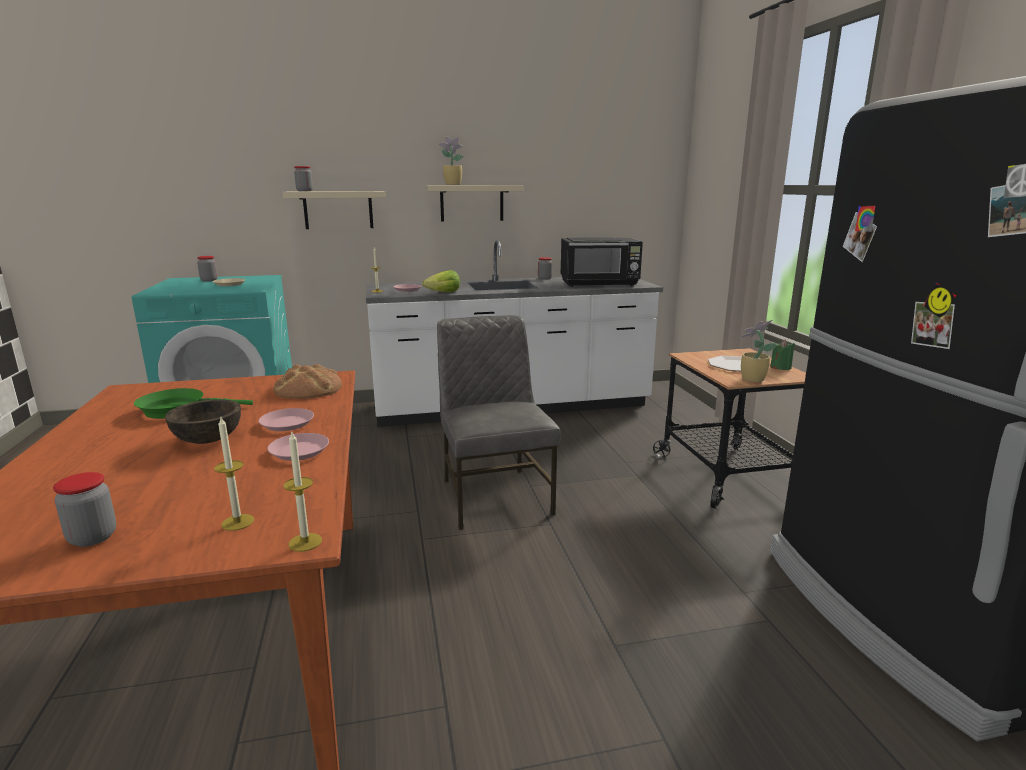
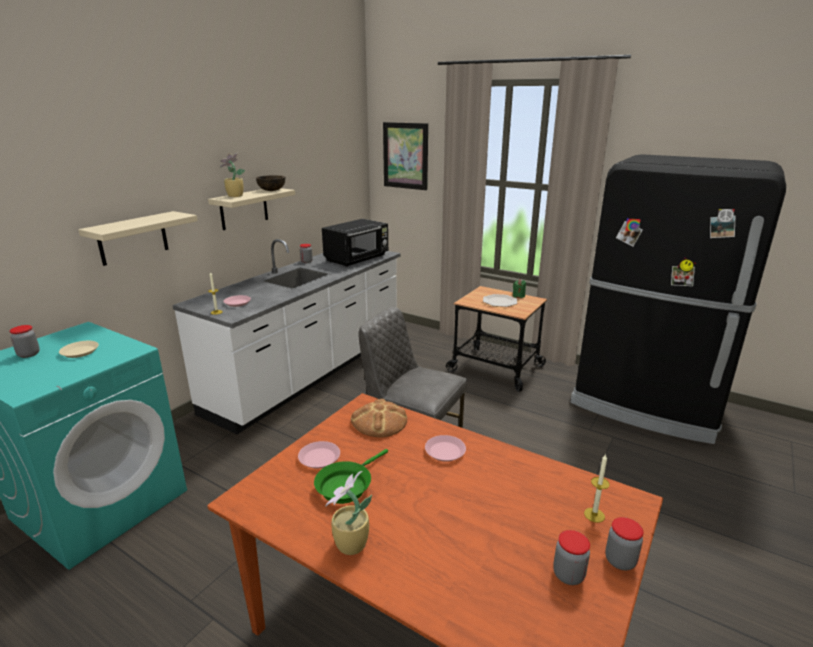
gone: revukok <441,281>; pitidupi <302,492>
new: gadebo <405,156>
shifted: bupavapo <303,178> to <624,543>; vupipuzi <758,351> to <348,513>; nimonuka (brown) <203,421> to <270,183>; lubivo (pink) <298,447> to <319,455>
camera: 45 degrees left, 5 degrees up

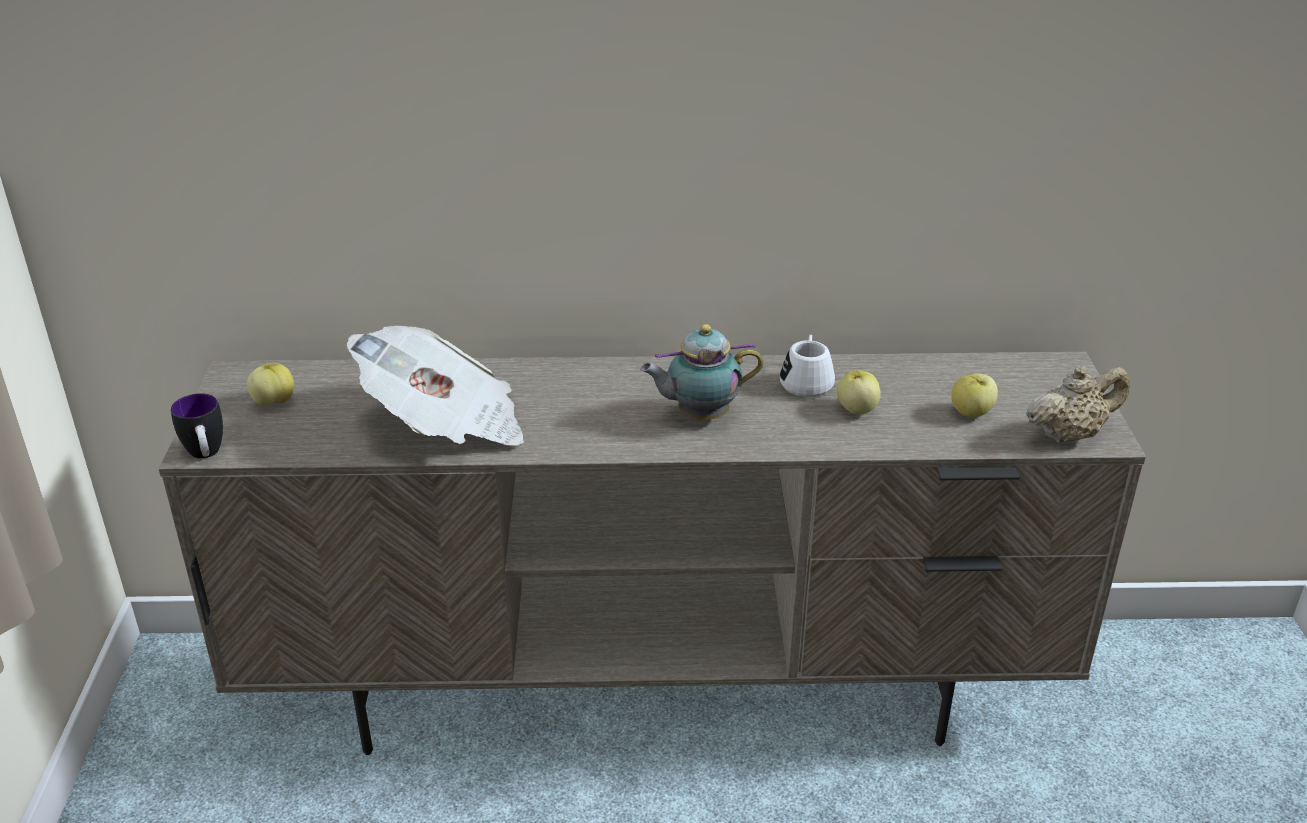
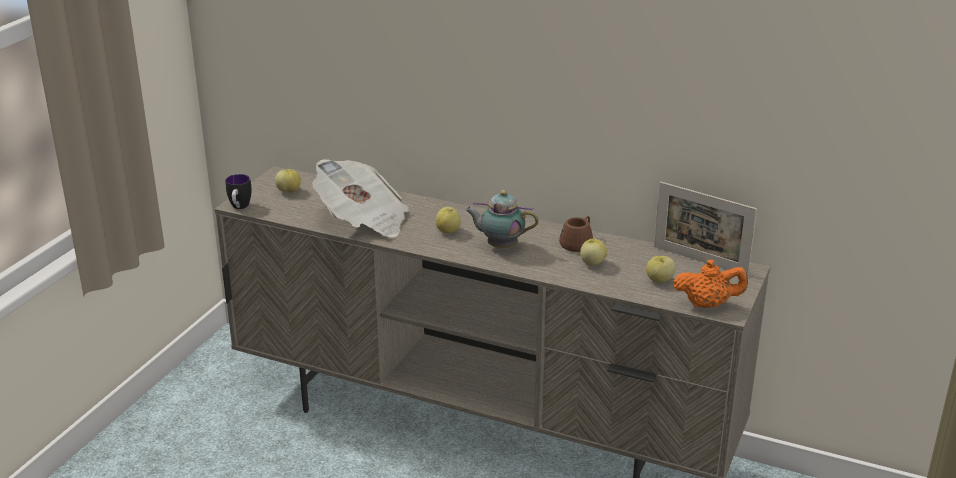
new: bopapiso <705,228>; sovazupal <448,220>
repainted: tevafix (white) <807,366> to tevafix (brown) <576,234>; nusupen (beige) <1077,404> to nusupen (orange) <710,284>
camera: 25 degrees right, 5 degrees down

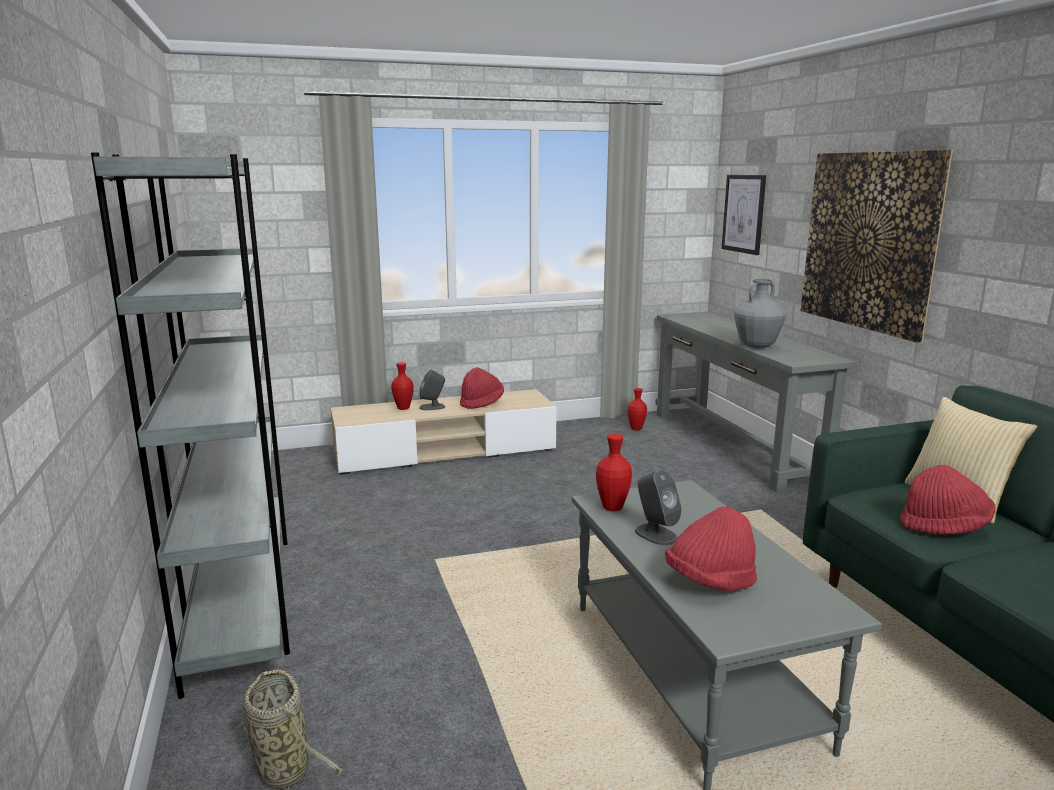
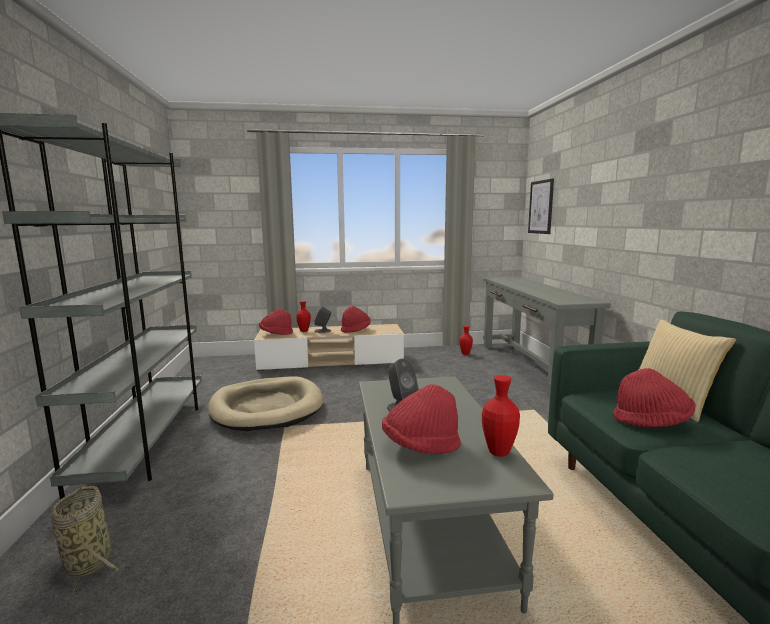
gone: gadebo <877,246>; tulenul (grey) <760,313>
new: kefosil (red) <276,322>; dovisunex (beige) <265,403>
shifted: tulenul (red) <614,472> to <501,416>
camera: 10 degrees right, 5 degrees down

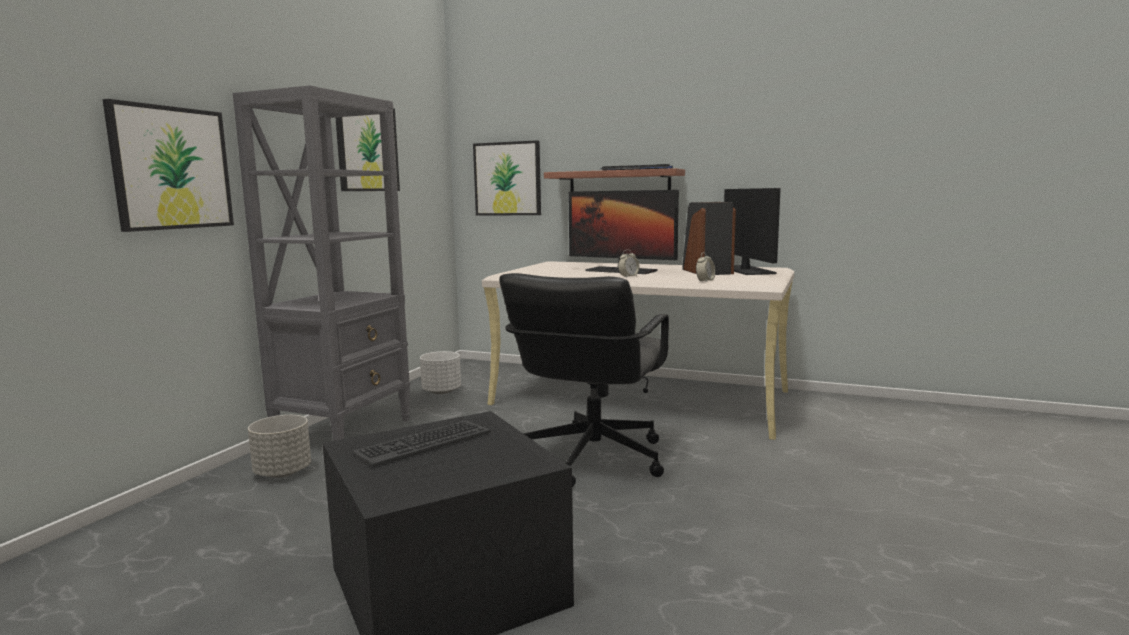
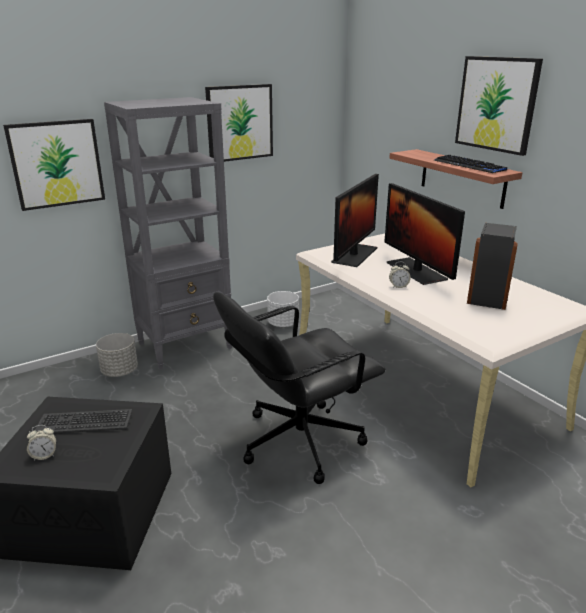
shifted: gadebo <507,177> to <499,106>; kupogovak <752,231> to <355,220>; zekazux <705,267> to <41,443>
camera: 35 degrees right, 15 degrees up

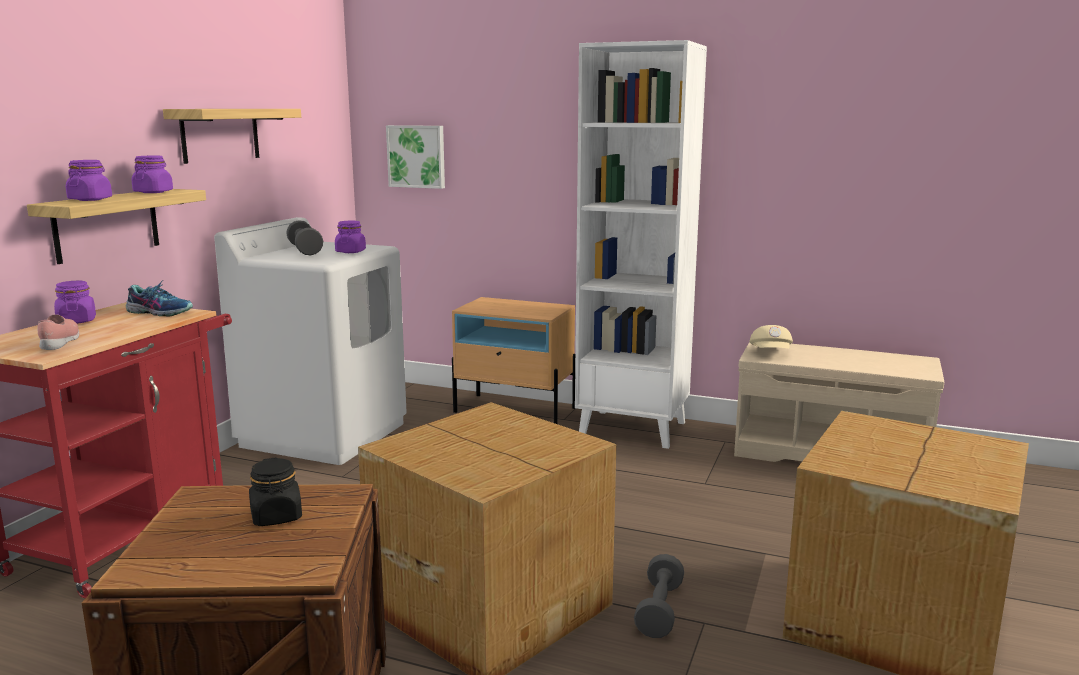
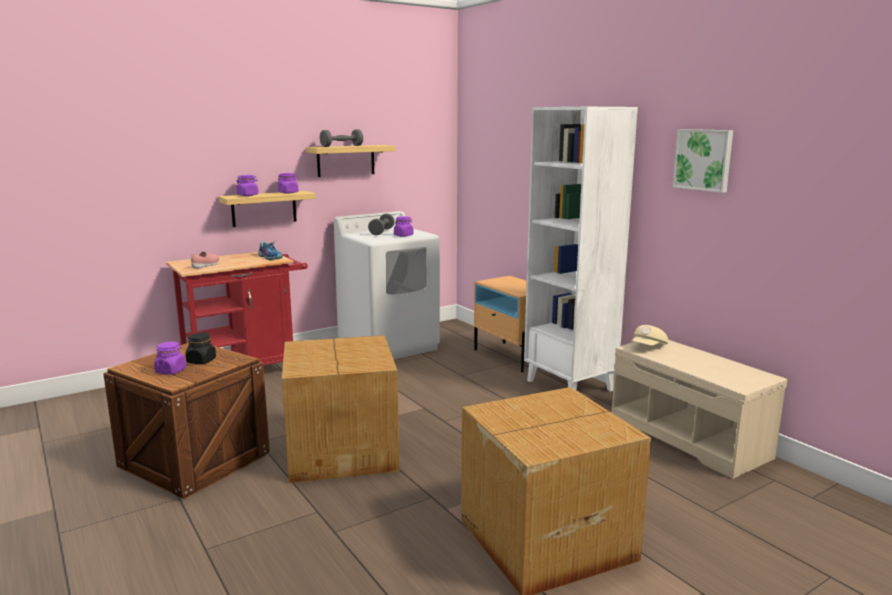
shifted: gadebo <415,157> to <702,161>; bupavapo (purple) <75,302> to <170,357>; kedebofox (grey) <659,596> to <341,138>
camera: 35 degrees right, 0 degrees up

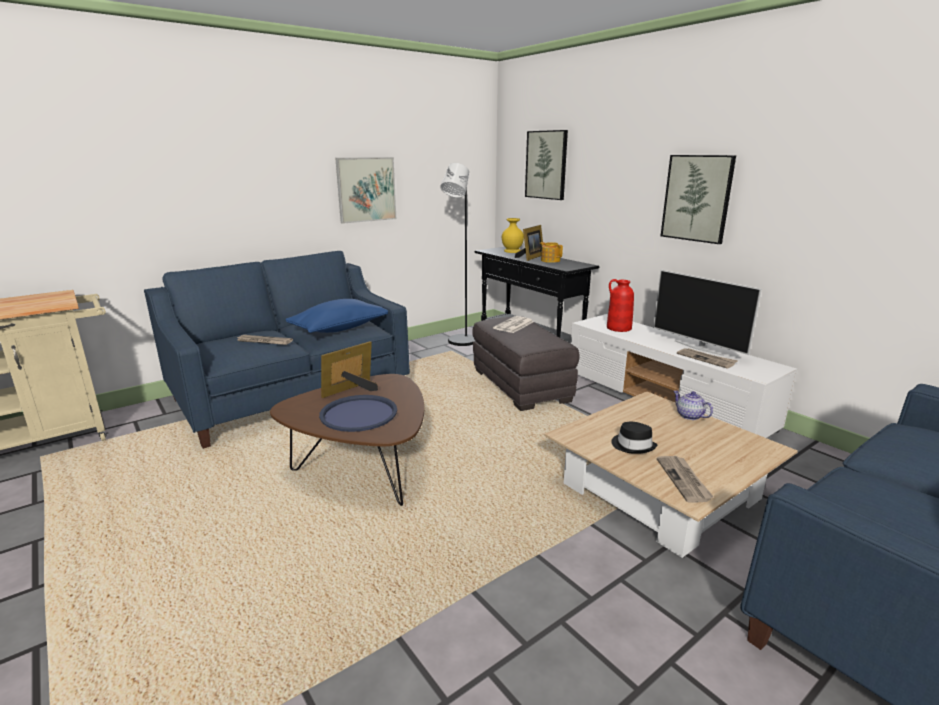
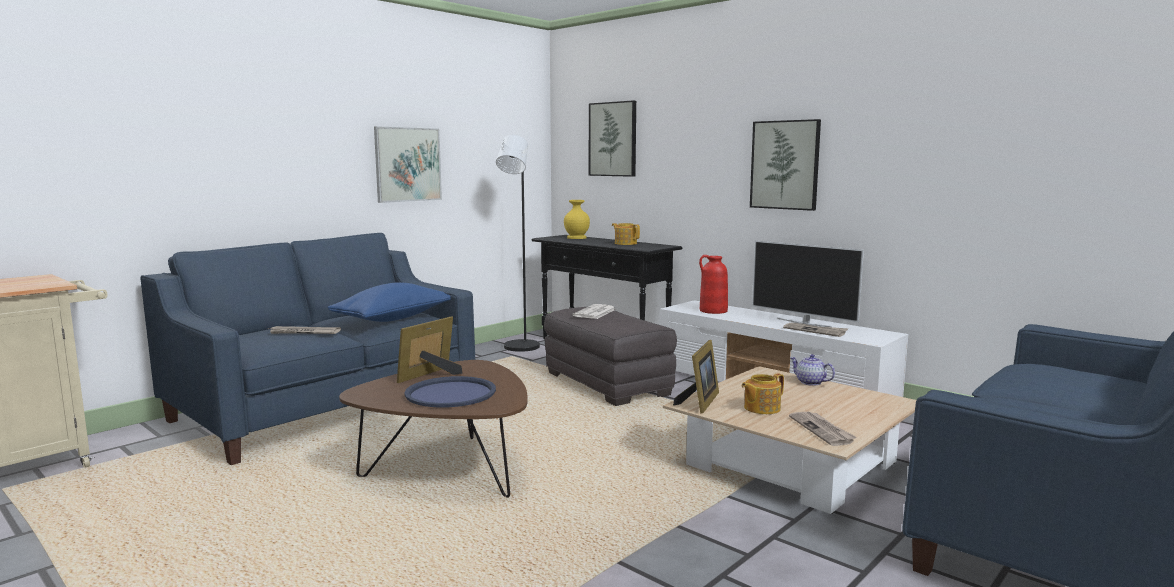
shifted: bopapiso <529,243> to <696,376>
swapped: kefosil (black) <634,438> to nusupen <763,393>
camera: 10 degrees left, 10 degrees down

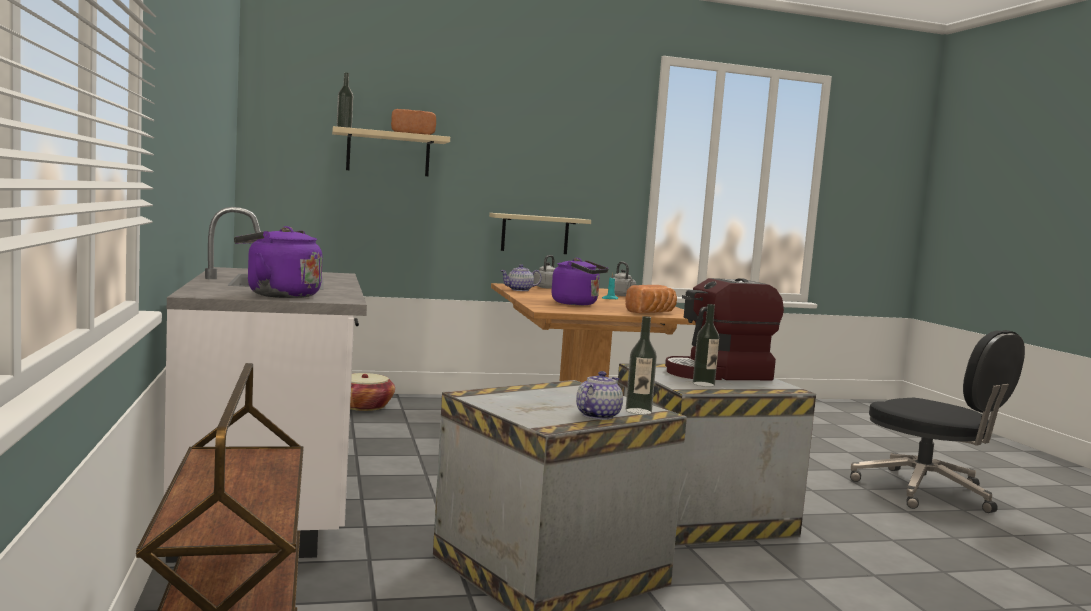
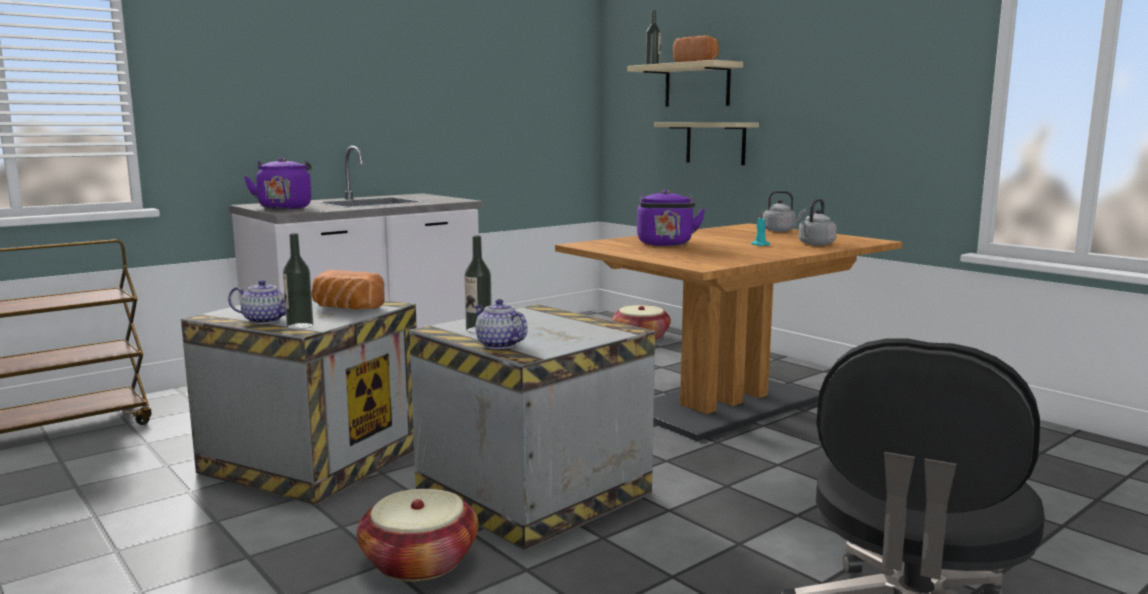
gone: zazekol <724,329>
new: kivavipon <417,535>
shifted: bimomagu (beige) <540,233> to <706,144>; nusupen <521,277> to <501,324>; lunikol <651,299> to <348,290>
camera: 65 degrees right, 5 degrees up

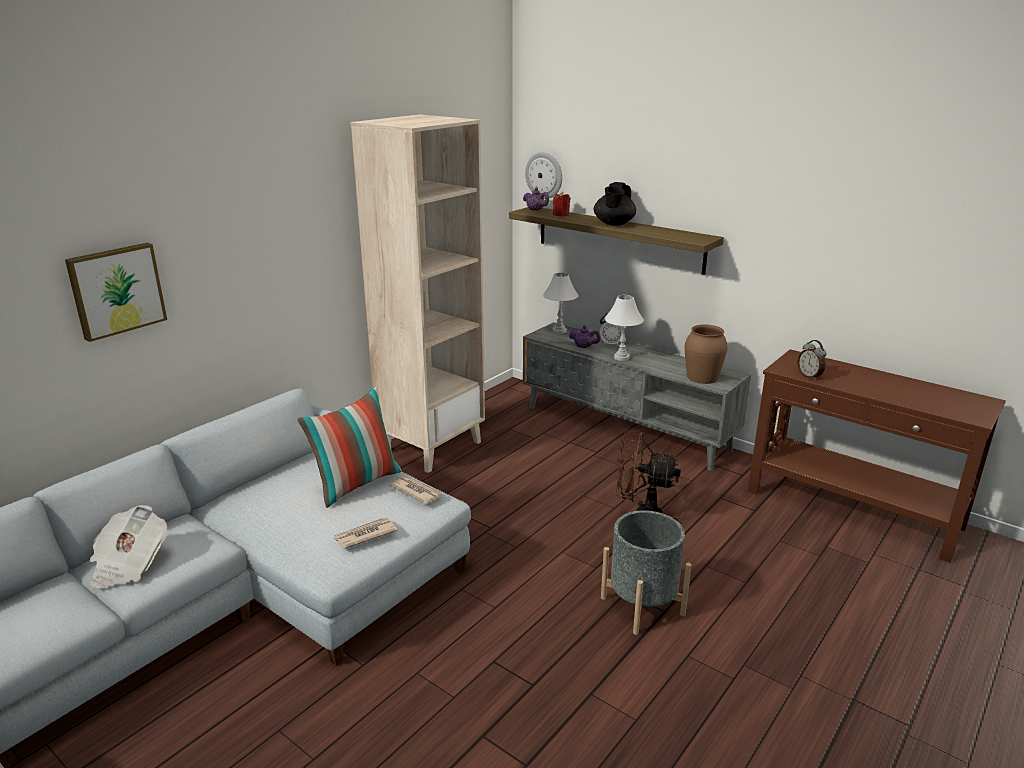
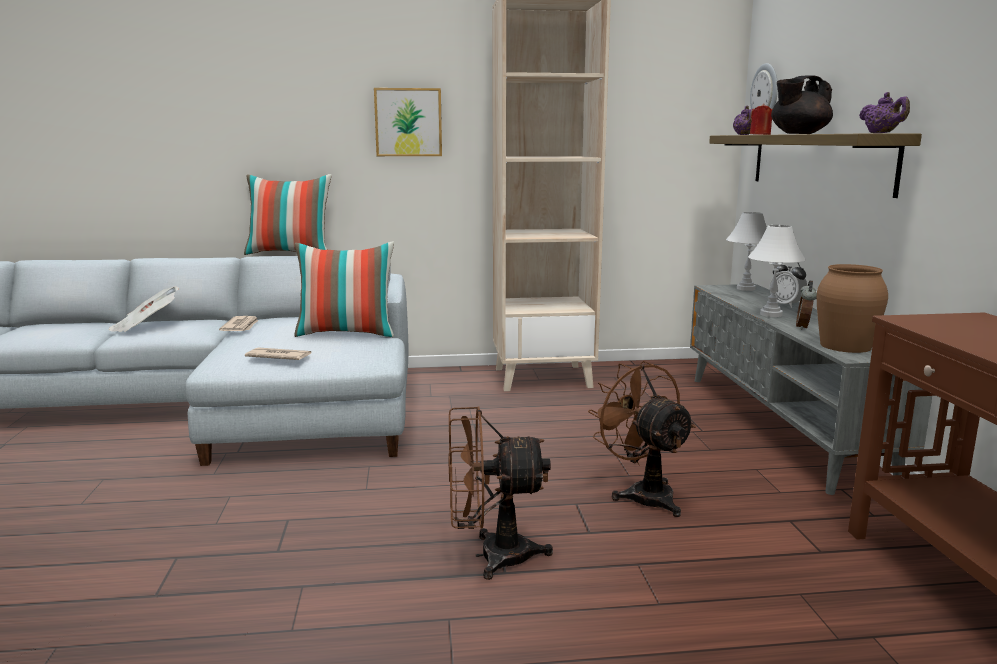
new: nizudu <288,214>
shifted: gadebo <116,292> to <408,122>; nusupen (purple) <585,336> to <884,112>; zekazux <812,360> to <806,305>; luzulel <417,490> to <239,323>
swapped: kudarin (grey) <646,572> to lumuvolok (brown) <501,493>
camera: 45 degrees right, 10 degrees down

